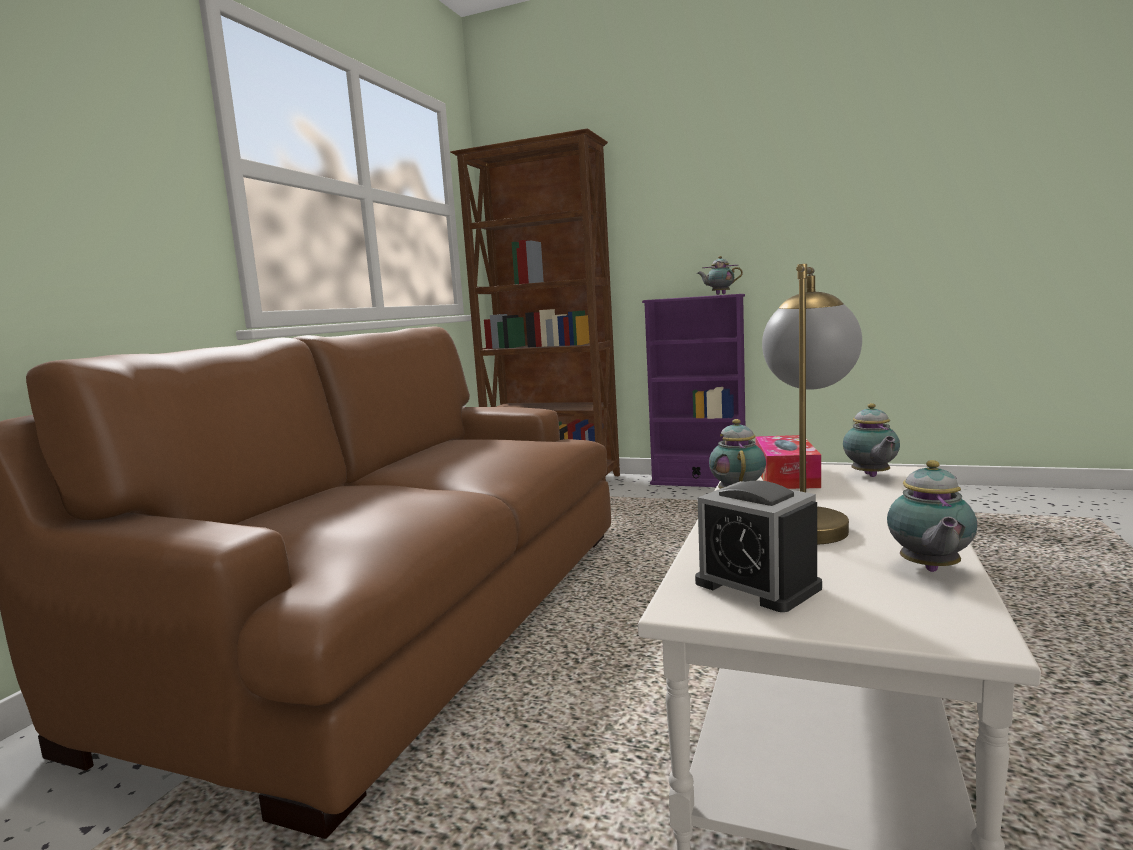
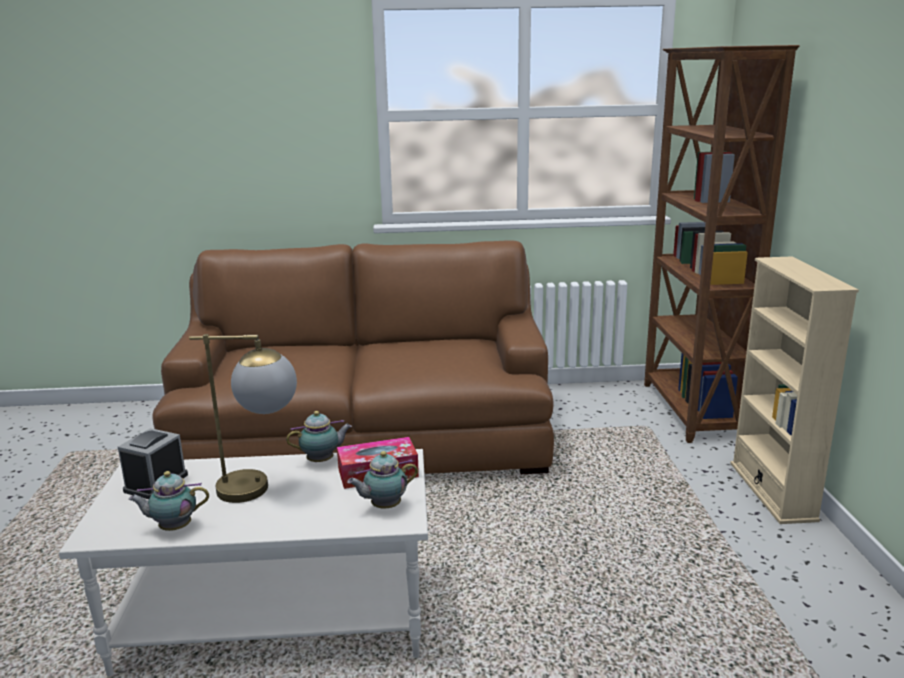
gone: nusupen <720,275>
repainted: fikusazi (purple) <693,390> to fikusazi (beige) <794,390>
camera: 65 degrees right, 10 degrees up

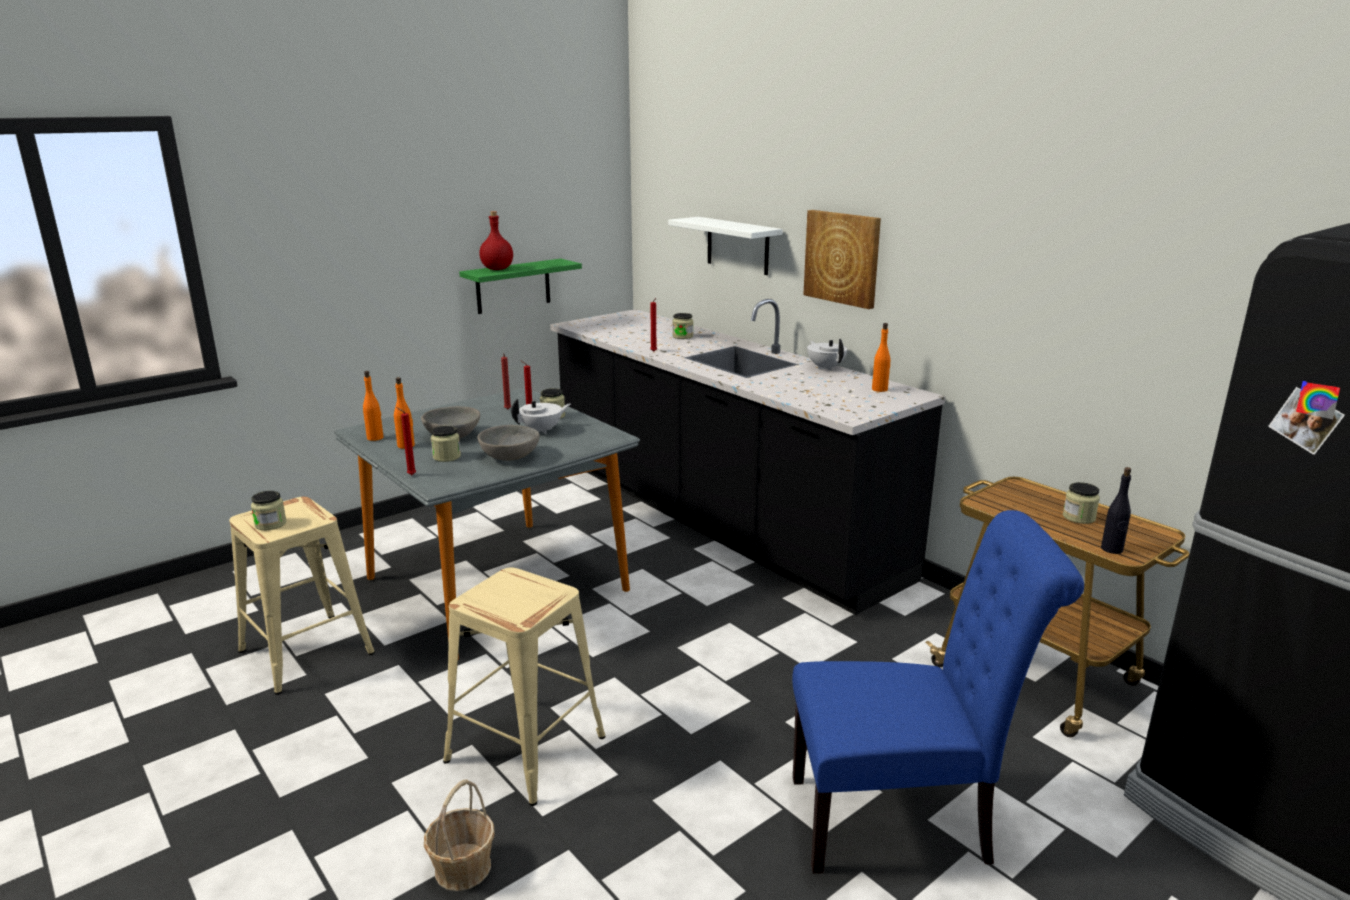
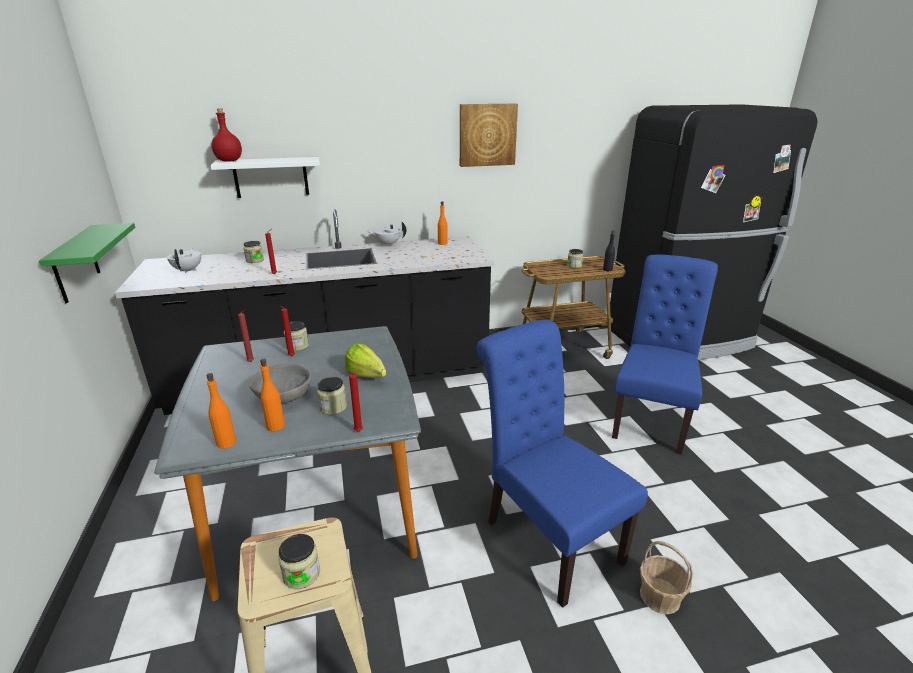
shifted: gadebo <842,259> to <489,135>; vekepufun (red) <496,240> to <226,135>; nusupen (white) <540,416> to <184,260>
swapped: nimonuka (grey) <508,443> to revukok <365,360>; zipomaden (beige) <524,686> to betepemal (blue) <562,464>
camera: 65 degrees left, 5 degrees up

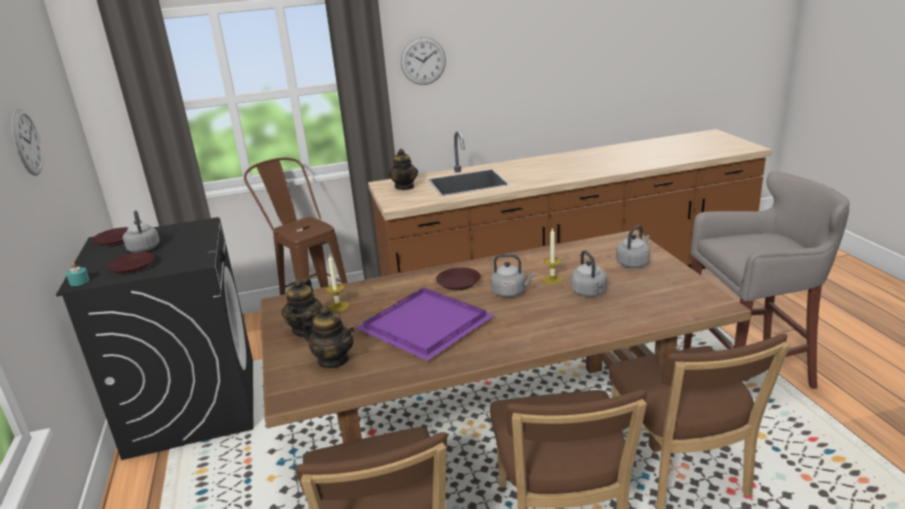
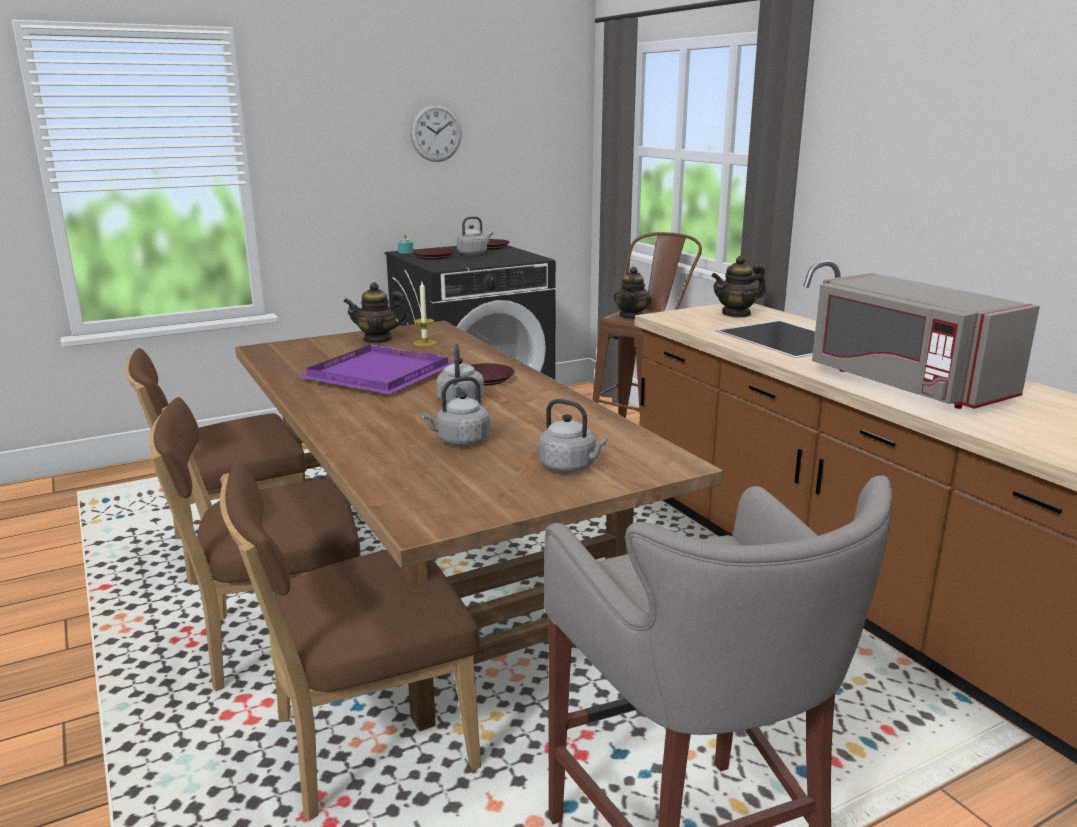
gone: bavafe <423,61>; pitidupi <552,256>
new: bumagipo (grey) <926,341>
shifted: nusupen <328,337> to <632,292>
camera: 75 degrees right, 5 degrees down

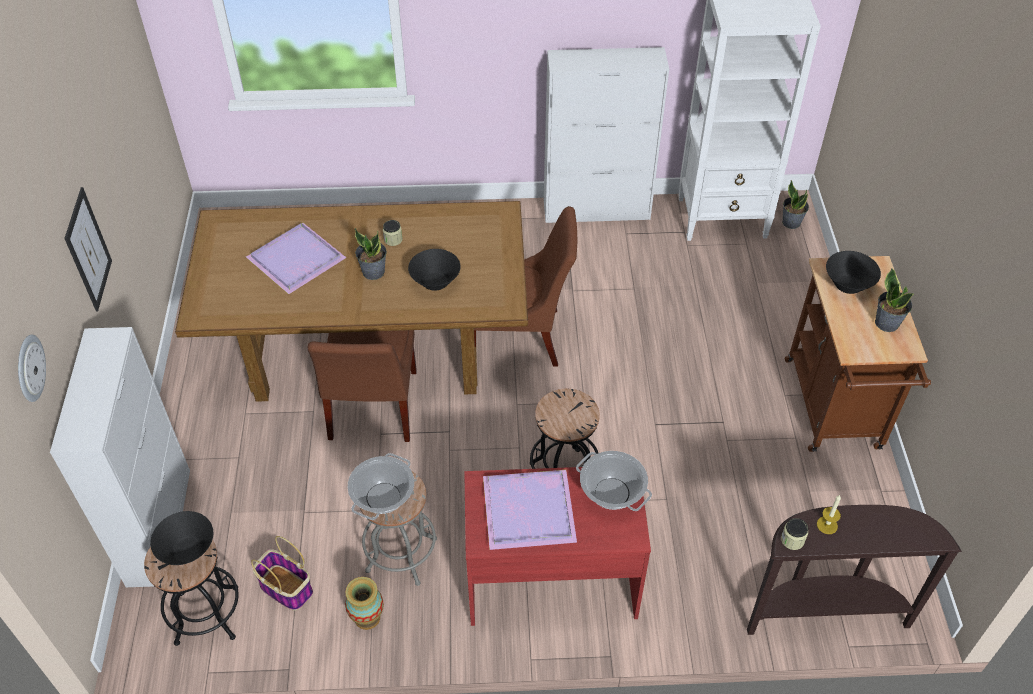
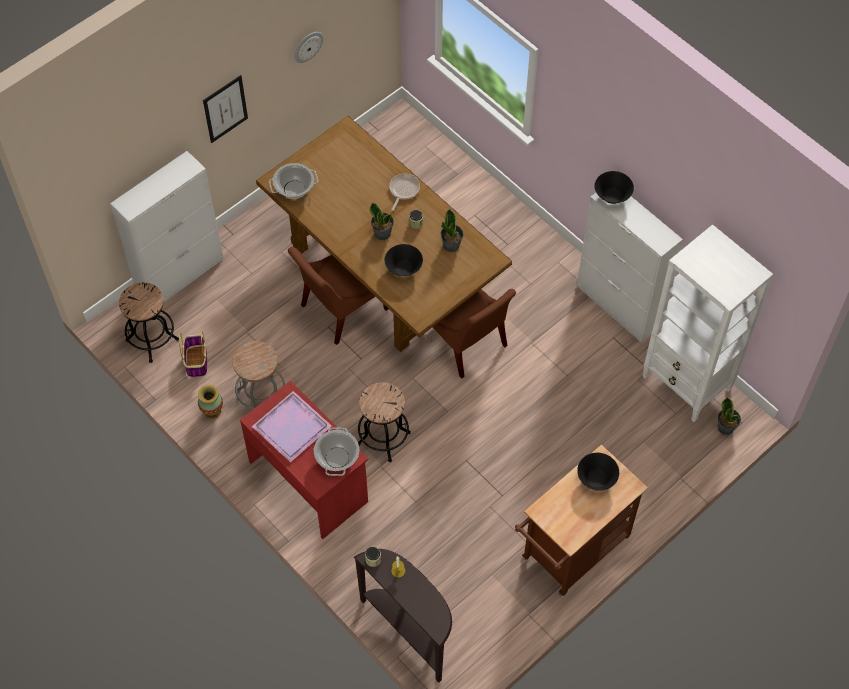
gone: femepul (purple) <296,258>
new: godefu <404,192>
shifted: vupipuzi <894,300> to <452,230>; bavafe <32,368> to <309,47>; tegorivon <381,486> to <293,181>; nimonuka (black) <181,538> to <614,187>
camera: 50 degrees right, 10 degrees up

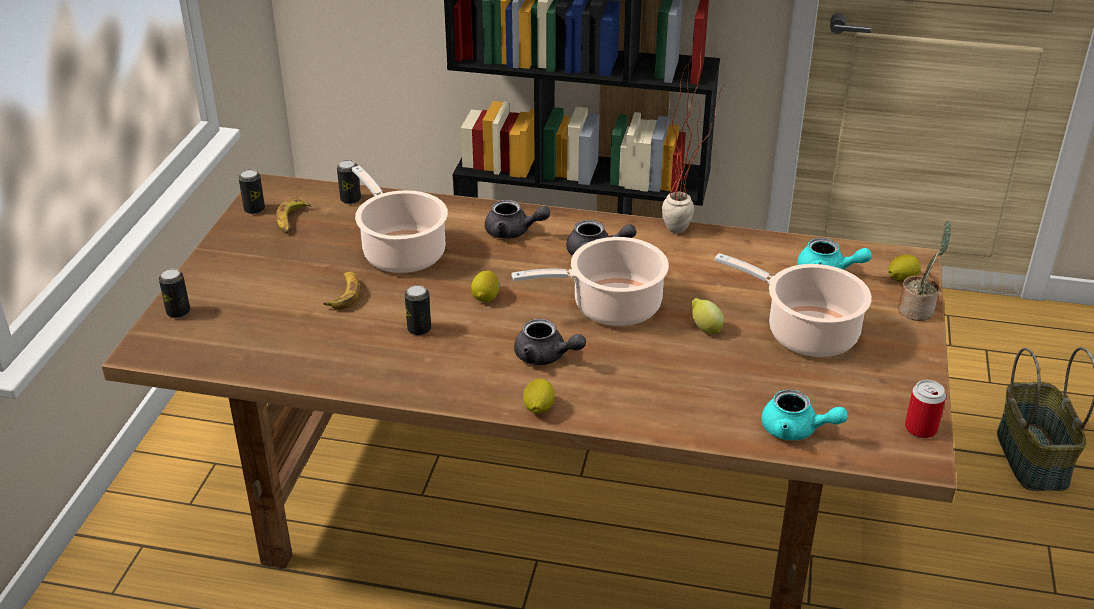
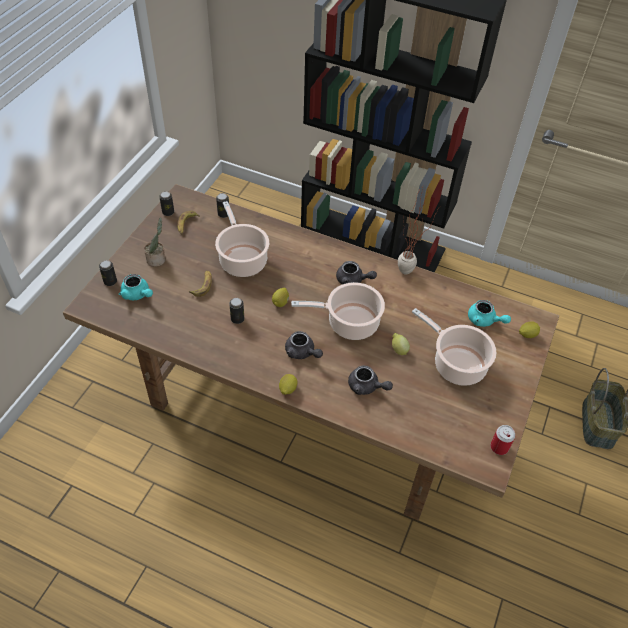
shifted: nusupen (grey) <517,219> to <370,380>; vupipuzi <924,271> to <155,242>; nusupen (turquoise) <804,414> to <136,287>
camera: 10 degrees right, 15 degrees up

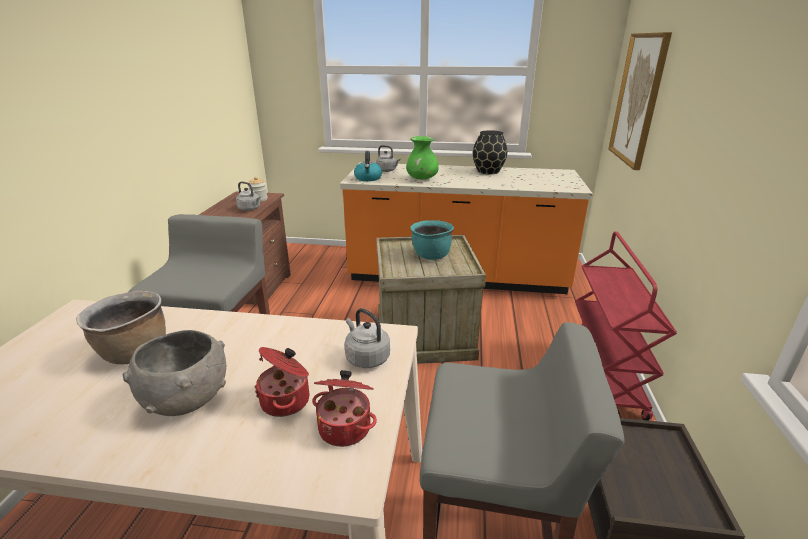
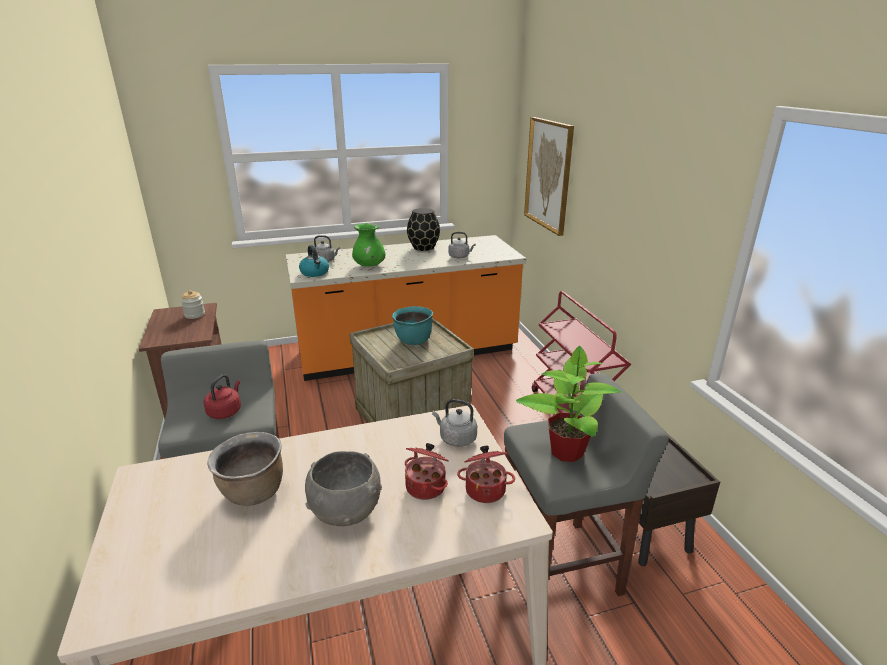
new: vupipuzi <568,404>; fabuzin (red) <222,396>
shifted: fabuzin (grey) <248,196> to <462,245>
camera: 25 degrees left, 0 degrees up

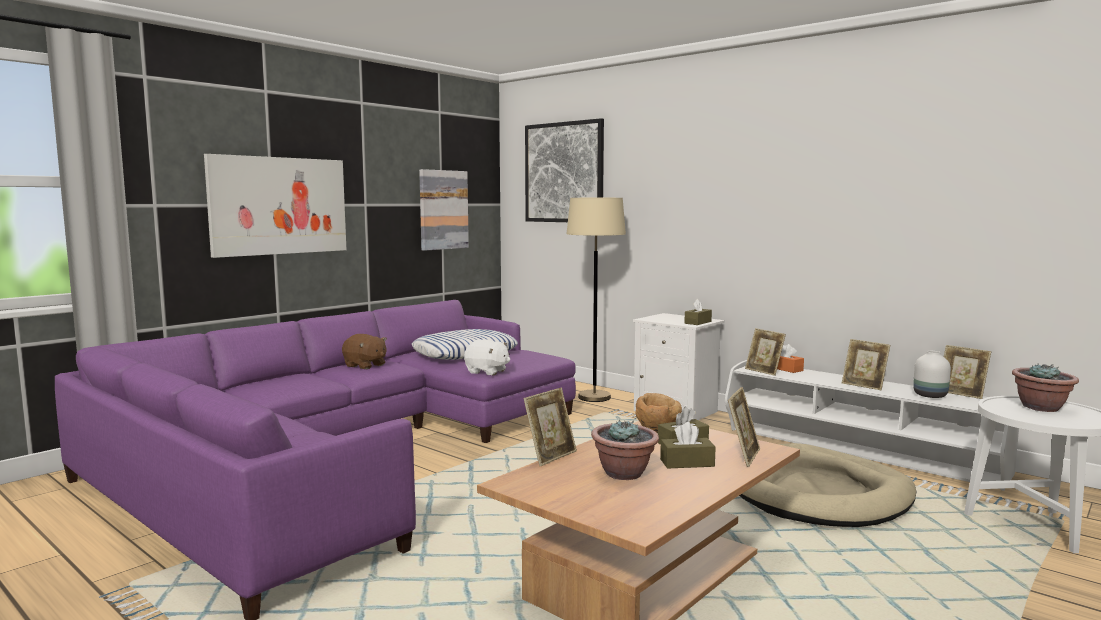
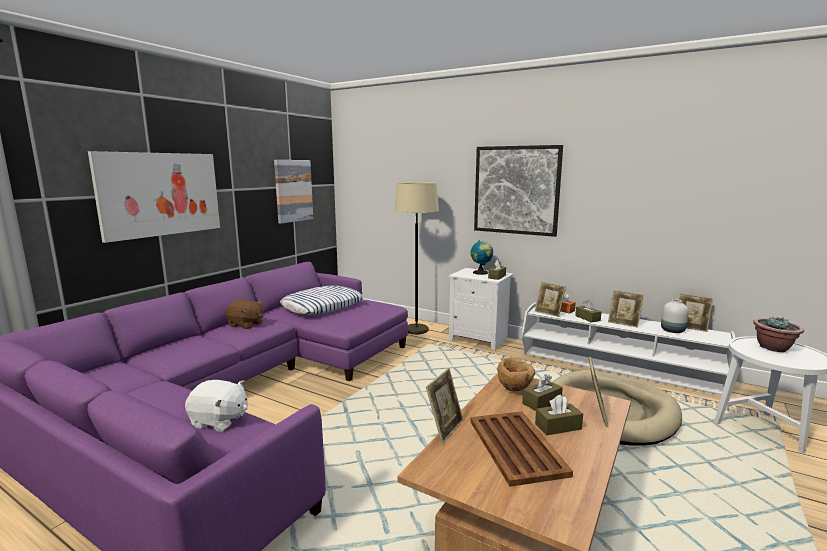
new: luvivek <482,257>; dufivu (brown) <588,311>
shifted: gadebo <564,170> to <518,191>; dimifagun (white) <487,357> to <216,406>
swapped: vupipuzi <625,450> to femepul (brown) <521,449>
camera: 10 degrees left, 5 degrees up

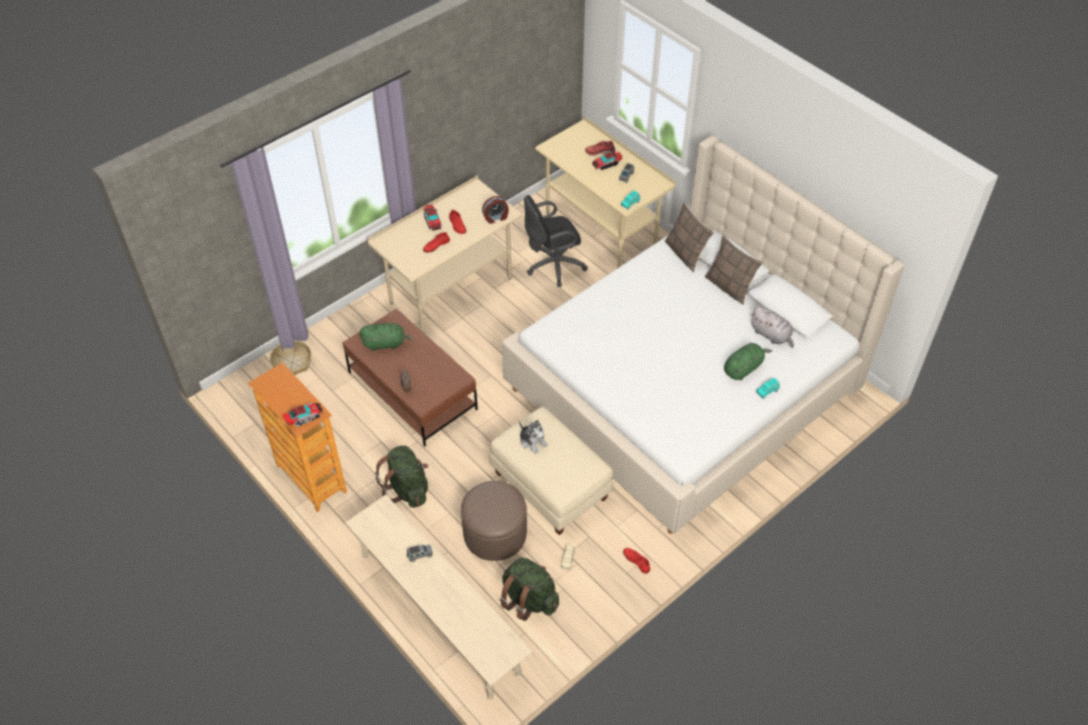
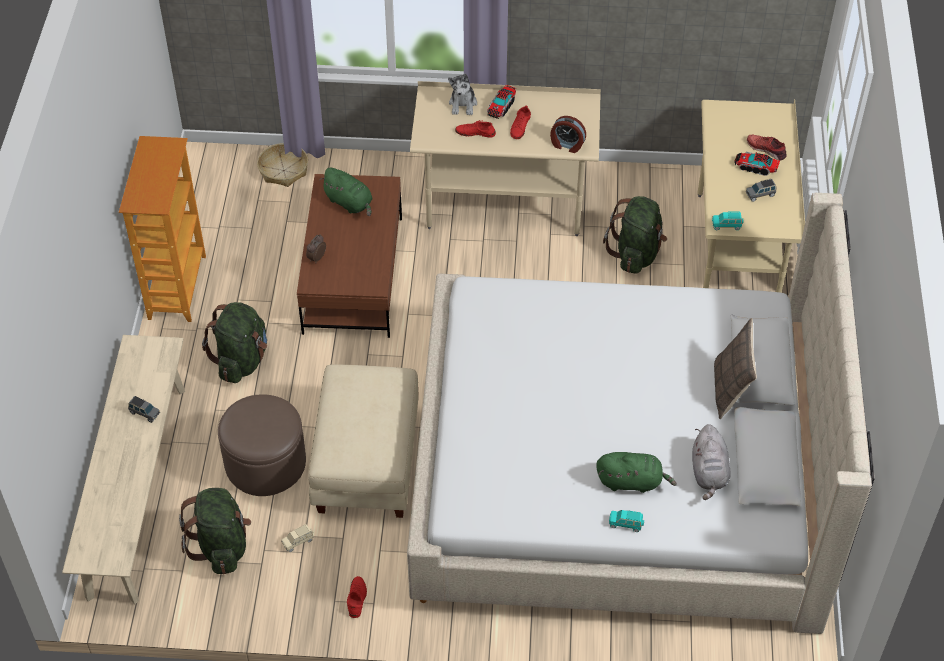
gone: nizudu <689,237>; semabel <303,415>
shifted: dimifagun <533,437> to <462,94>
swapped: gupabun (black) <556,241> to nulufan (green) <635,235>
camera: 45 degrees right, 0 degrees up

